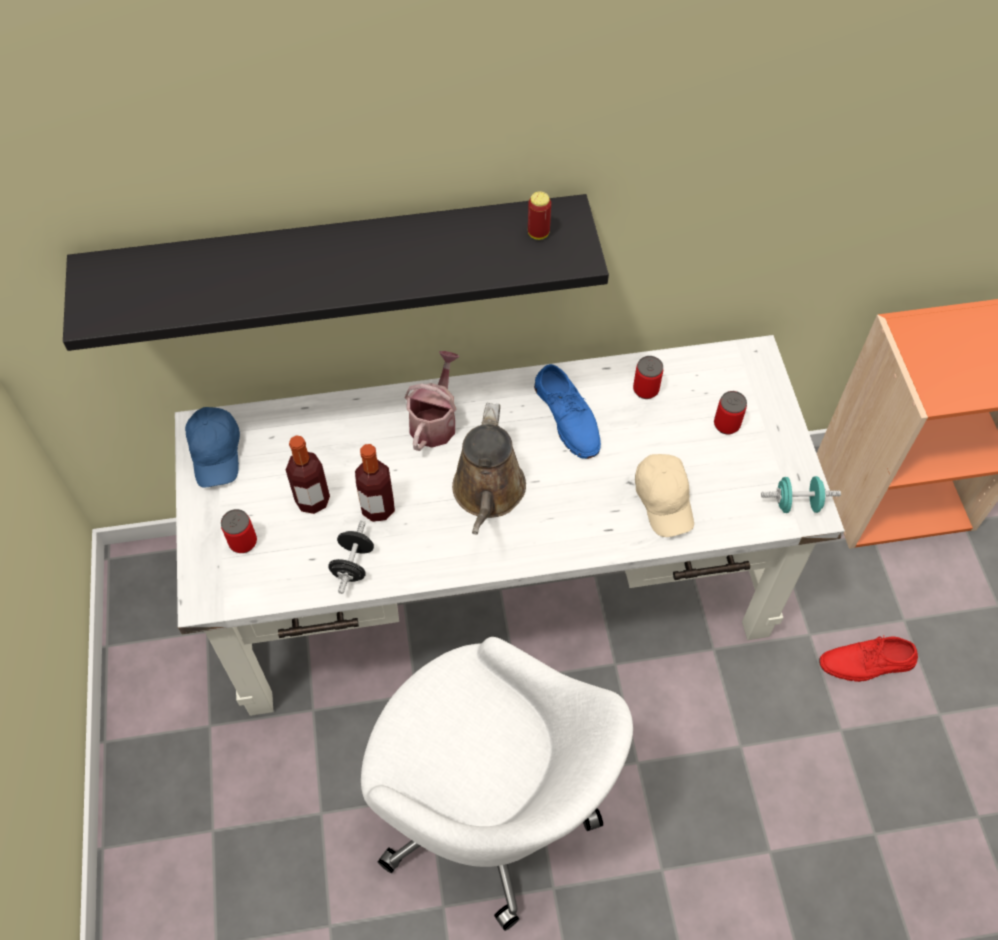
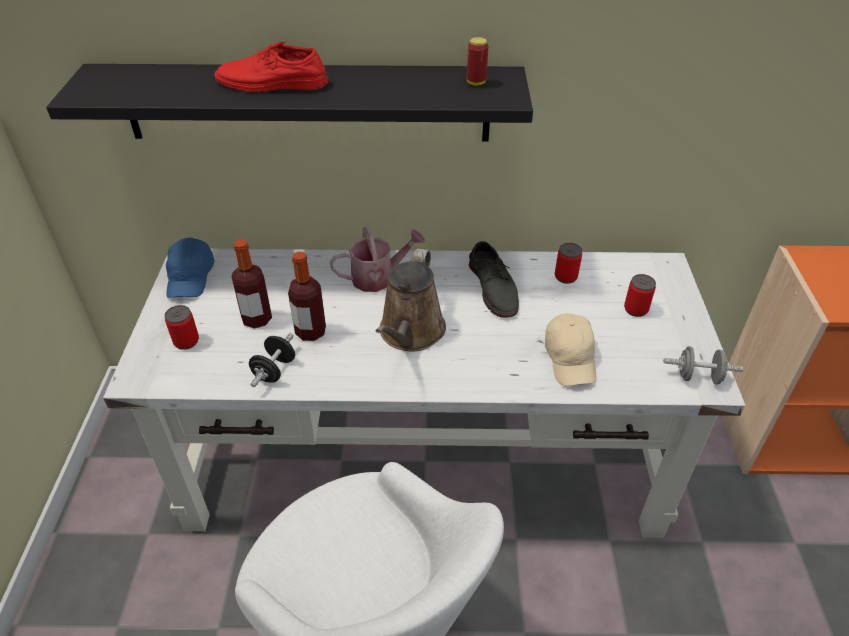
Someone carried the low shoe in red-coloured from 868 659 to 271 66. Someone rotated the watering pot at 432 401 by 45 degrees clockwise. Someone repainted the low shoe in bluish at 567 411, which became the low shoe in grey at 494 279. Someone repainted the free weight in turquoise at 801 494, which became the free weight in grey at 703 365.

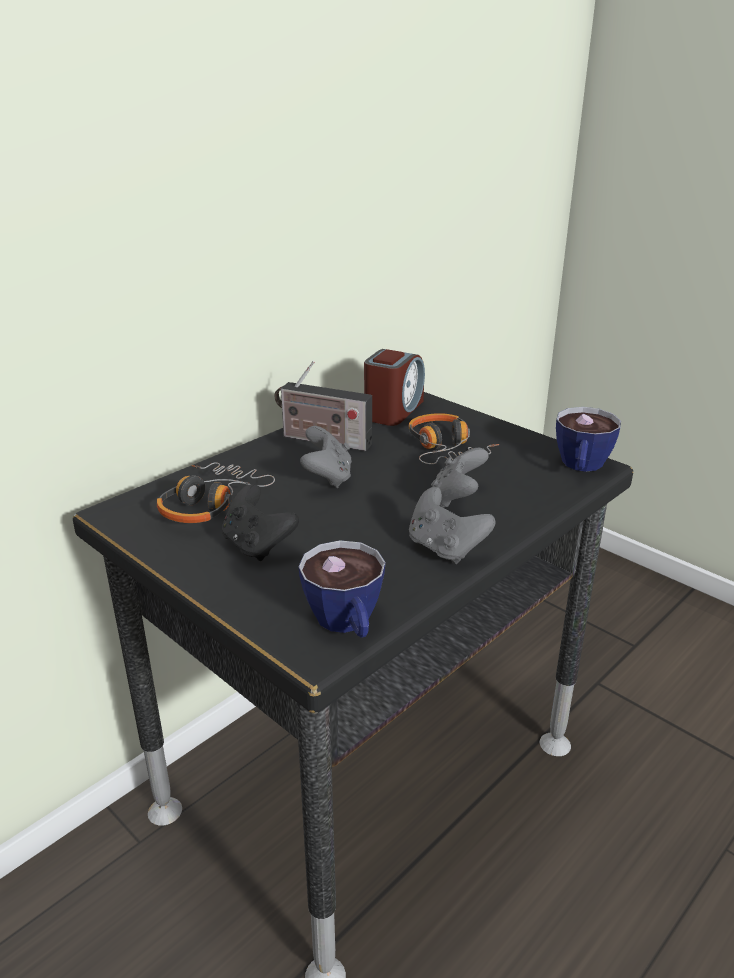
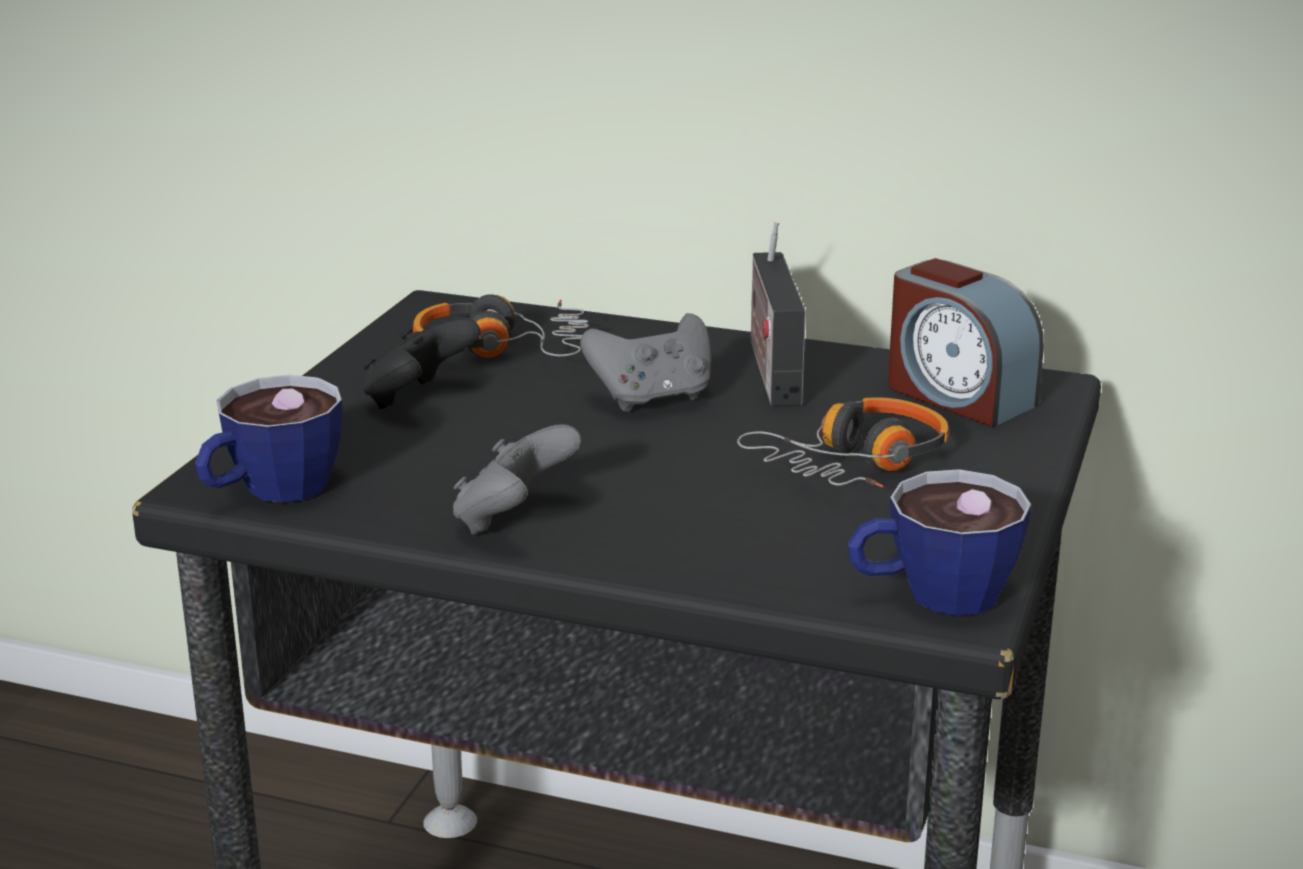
Someone rotated the table clock at 394 387 by 45 degrees clockwise. Someone took away the gamepad in grey at 460 478.

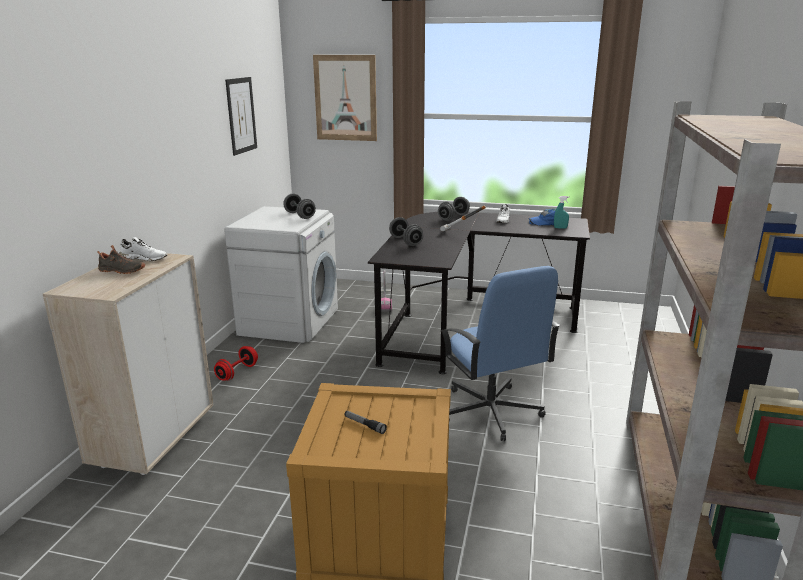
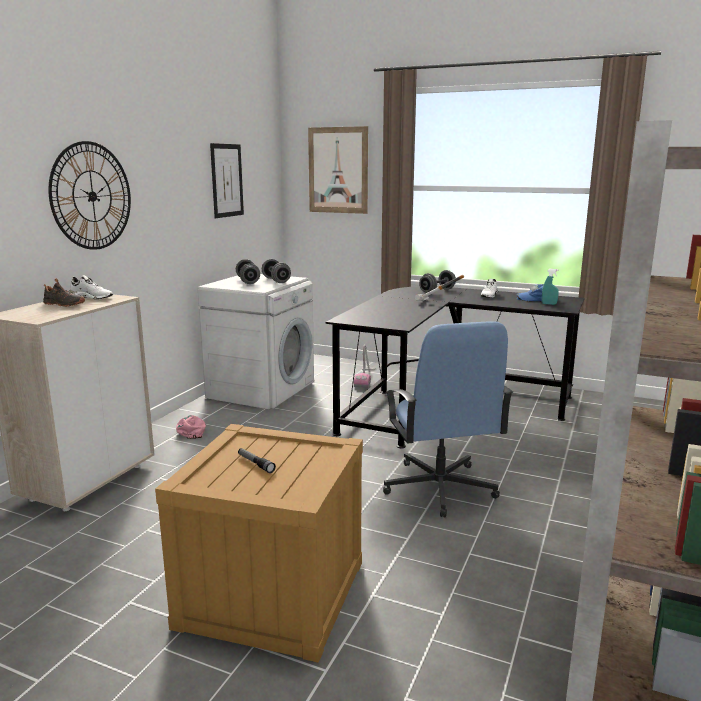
Someone put up the hanging clock at 90 195. Someone swapped the free weight in red-coloured at 236 363 for the cap in pink at 191 427. Someone carried the free weight in grey from 406 231 to 248 271.

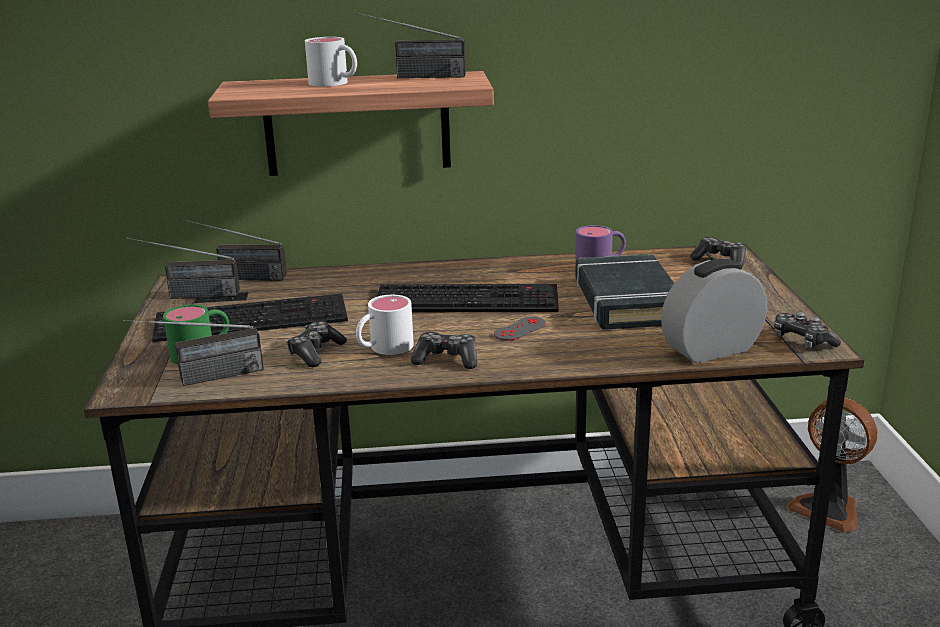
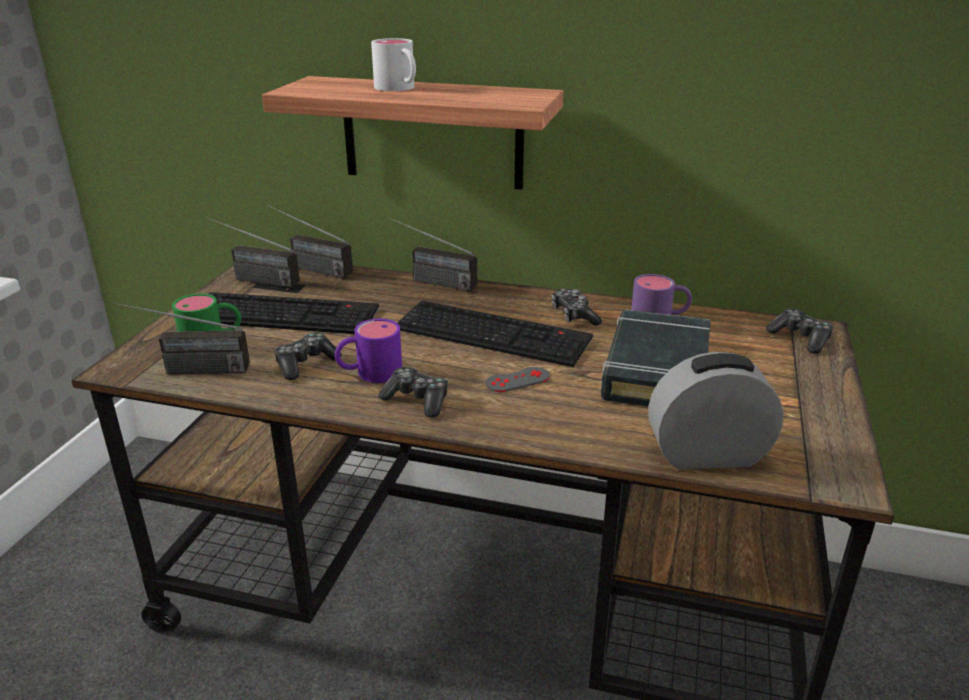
Someone repainted the tea mug in white-coloured at 385 325, which became the tea mug in purple-coloured at 368 351. Someone carried the radio receiver from 411 45 to 432 254. Someone carried the gamepad from 807 330 to 577 307. Someone took away the fan at 832 465.

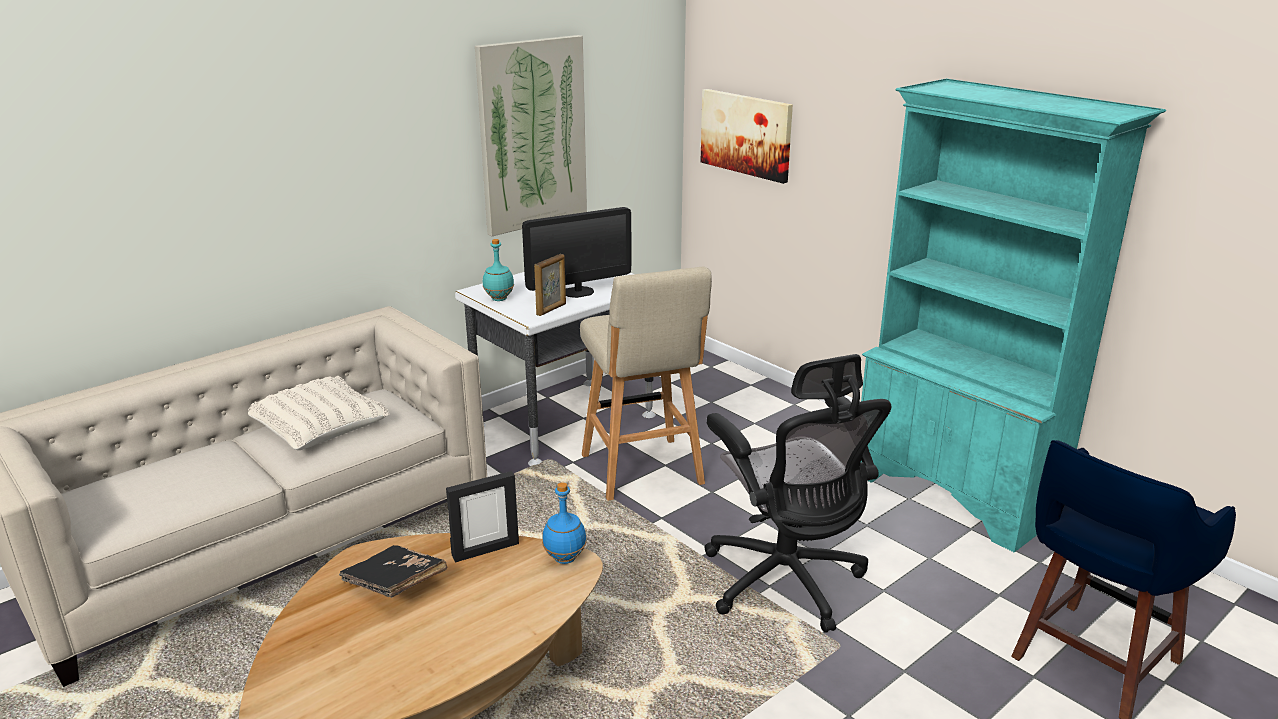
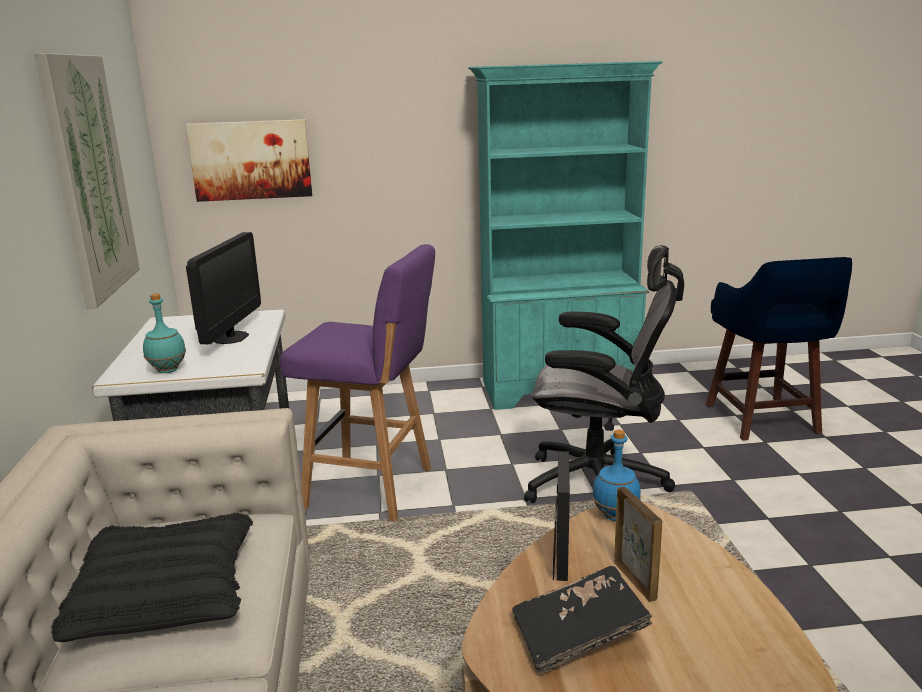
Someone repainted the cushion in beige at 319 413, which became the cushion in black-coloured at 152 577. Someone repainted the stool in beige at 646 384, which became the stool in purple-coloured at 357 383. Someone carried the picture frame from 550 285 to 638 544.

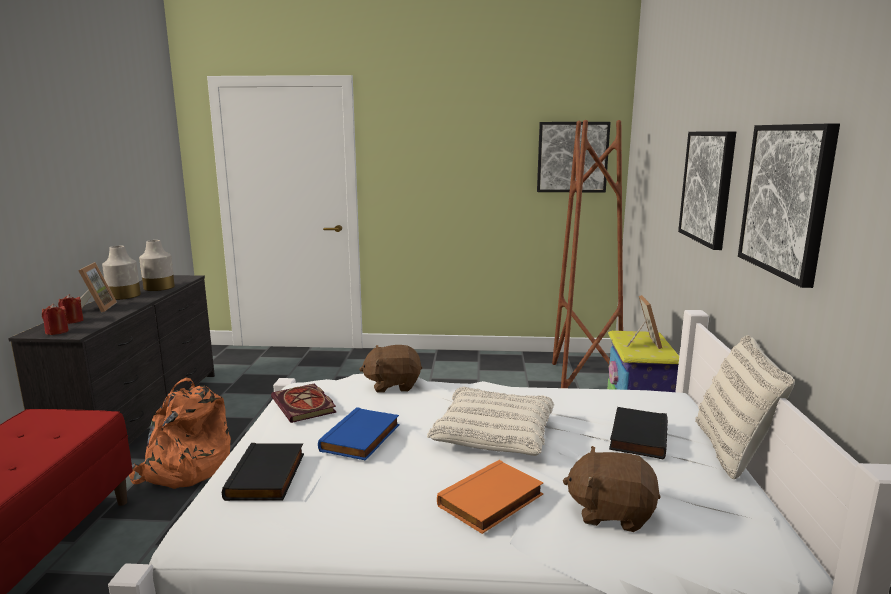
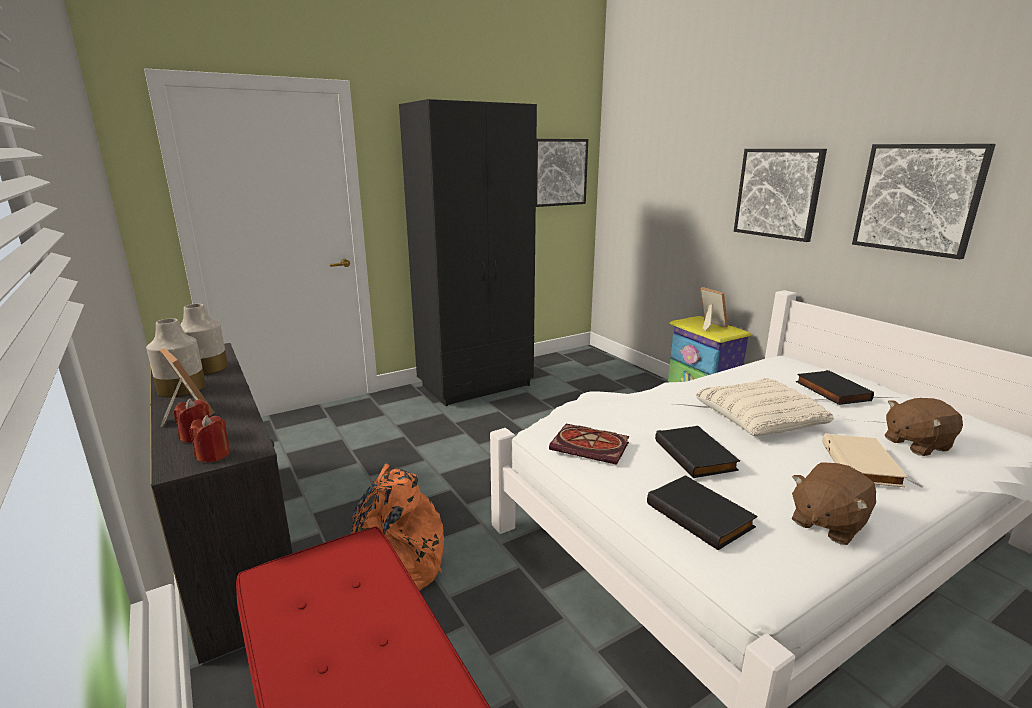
Someone put down the wardrobe in black-coloured at 468 252. Someone repainted the bound book in bluish at 358 434, which became the bound book in black-coloured at 697 452. Someone carried the cuddly toy in brownish from 390 368 to 834 503. Someone repainted the bound book in orange-coloured at 490 497, which became the bound book in beige at 864 460. Someone took away the garment rack in brownish at 587 254. Someone took away the cushion in beige at 745 407.

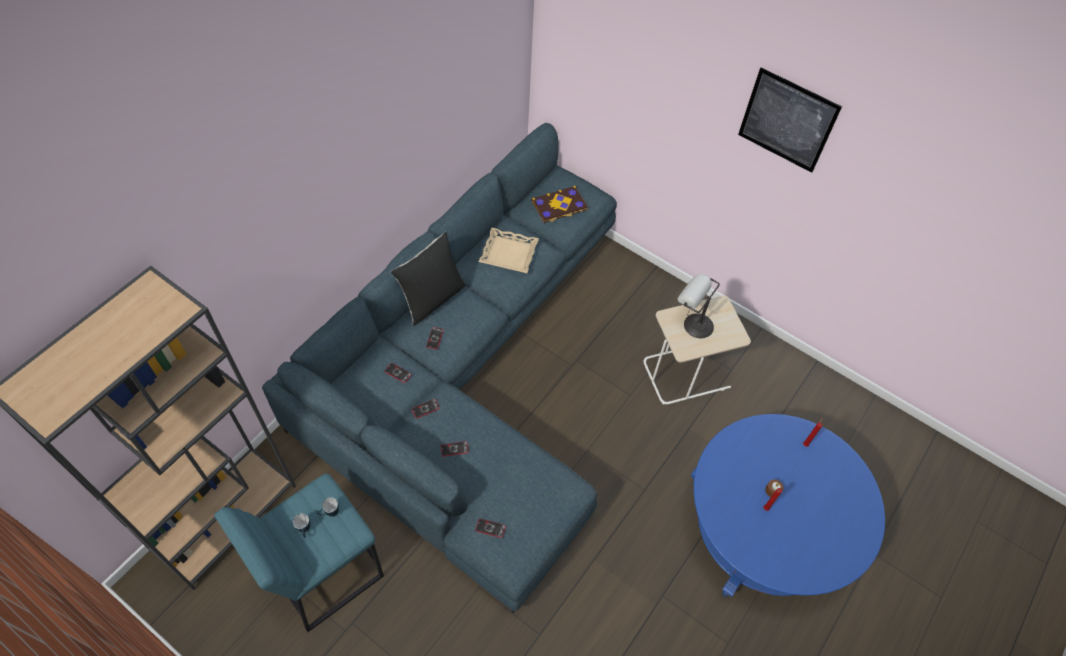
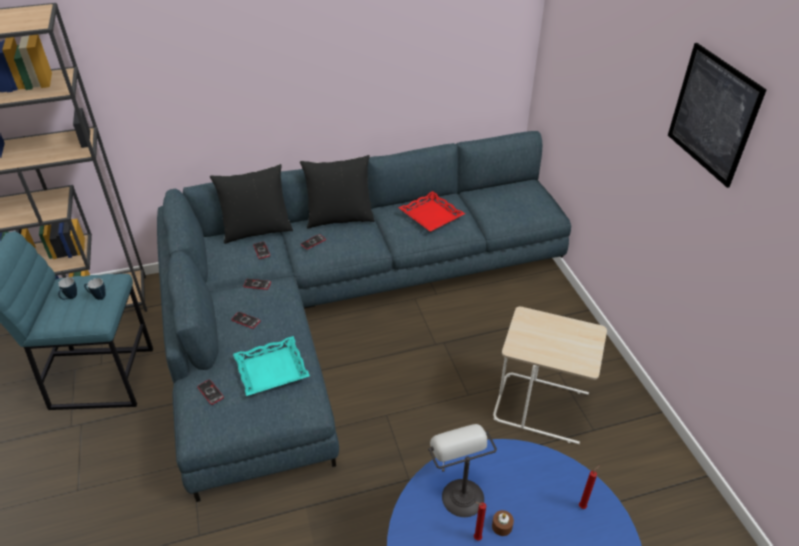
Someone put down the cushion in black-coloured at 251 204. Someone put down the tray in turquoise at 271 366. Someone repainted the tray in beige at 509 250, which became the tray in red-coloured at 431 211. Someone carried the lamp for a table from 699 306 to 462 470. Someone took away the bound book at 560 204.

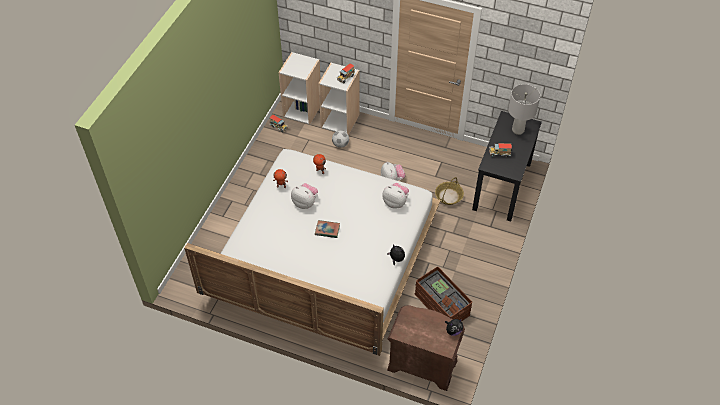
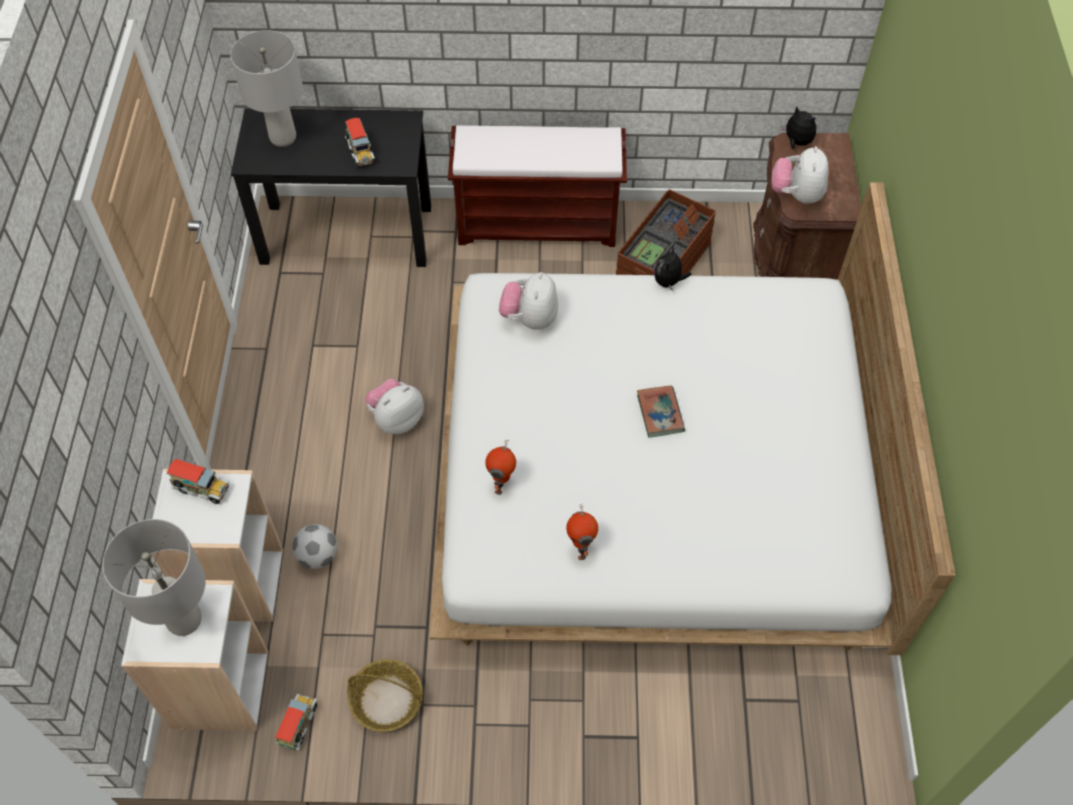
Someone put down the lamp for a table in grey at 154 577. Someone carried the household basket from 449 191 to 385 695. Someone put down the indoor bench in brownish at 537 186. Someone carried the cuddly toy from 304 196 to 800 175.

